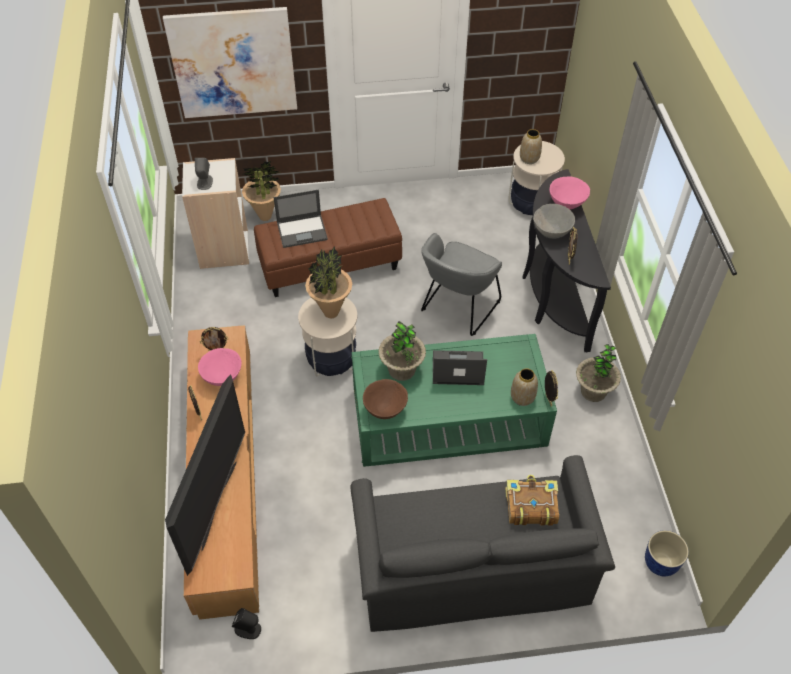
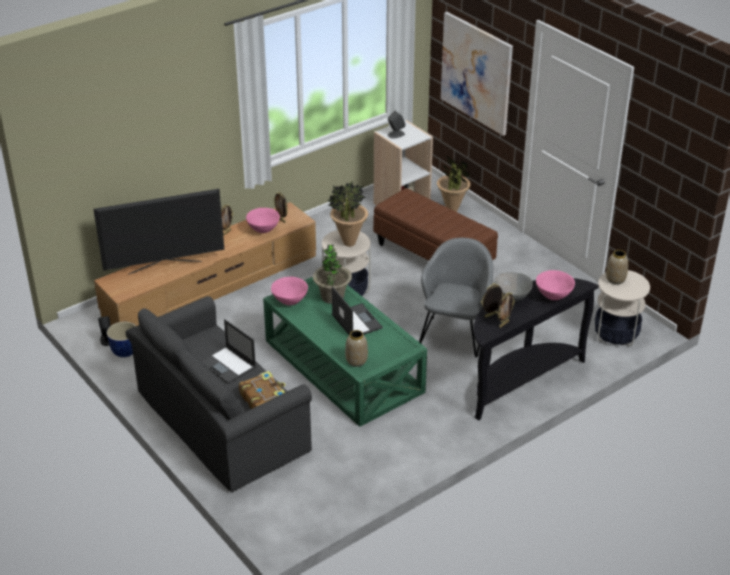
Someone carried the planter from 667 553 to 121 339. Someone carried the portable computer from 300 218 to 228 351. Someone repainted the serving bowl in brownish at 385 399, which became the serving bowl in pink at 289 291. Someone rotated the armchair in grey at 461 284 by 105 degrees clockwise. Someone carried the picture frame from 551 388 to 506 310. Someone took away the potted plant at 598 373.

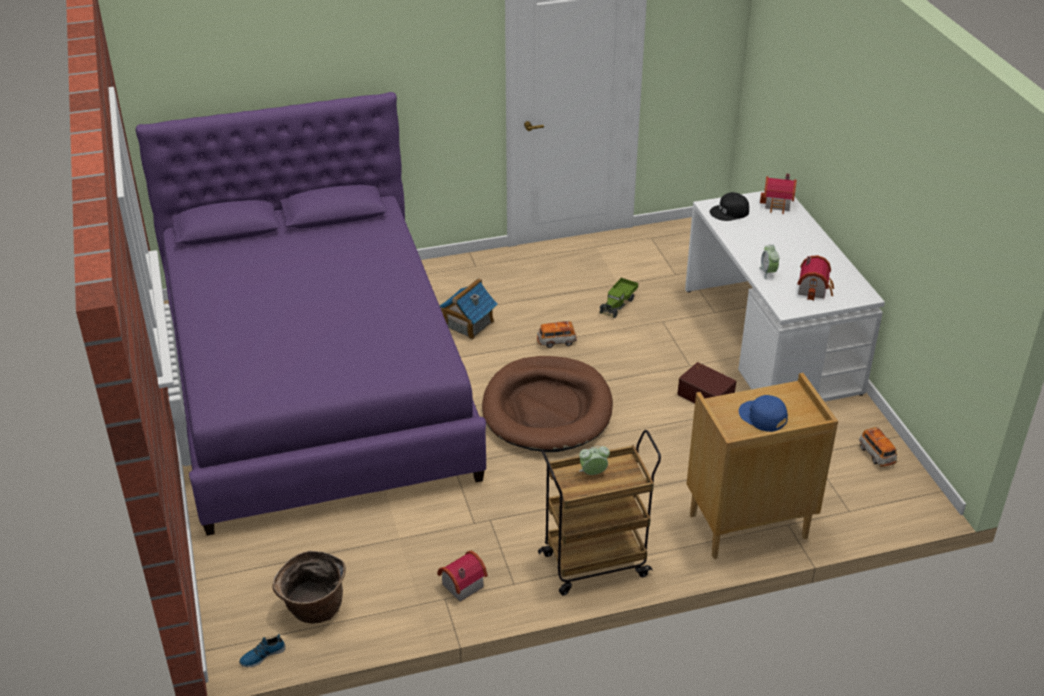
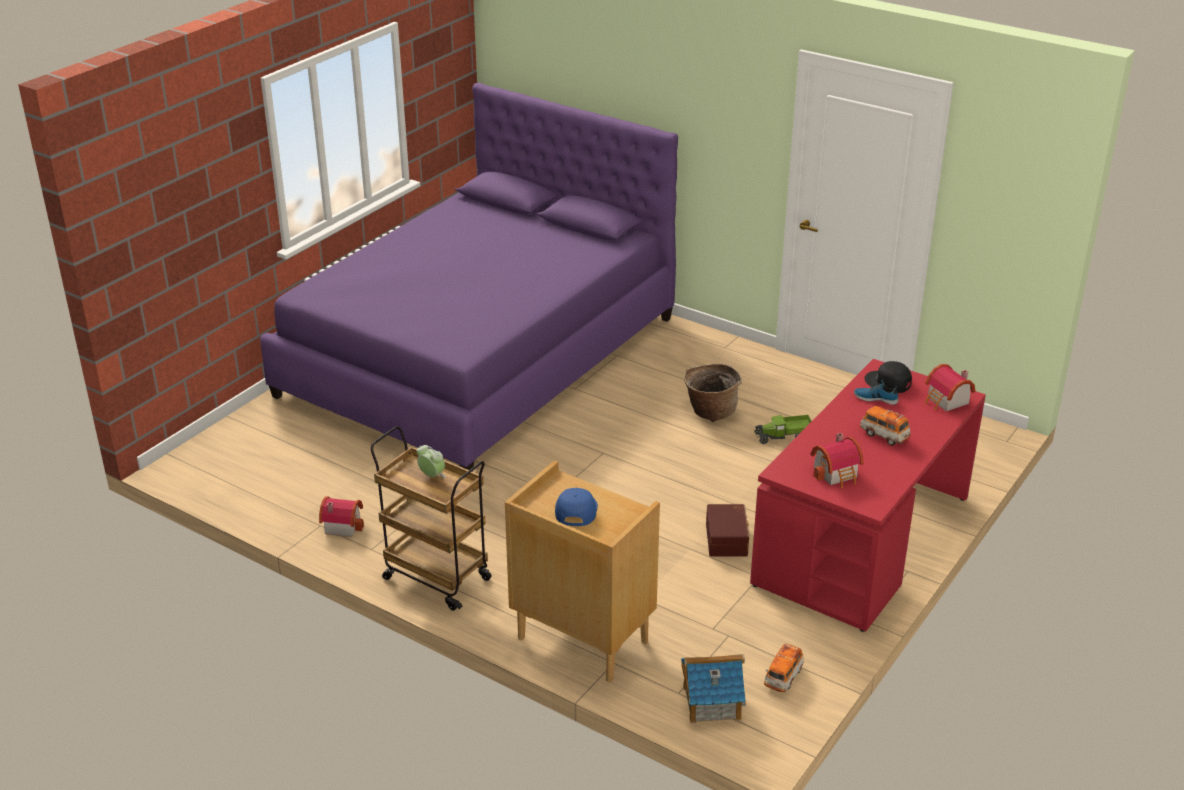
Someone carried the model house from 469 309 to 713 689. Someone carried the household basket from 309 587 to 713 393. Someone repainted the desk table in white-coloured at 785 296, which became the desk table in red-coloured at 868 495. Someone carried the low shoe from 262 650 to 876 392. Someone carried the model car from 557 334 to 885 426. Someone took away the dog bed in brownish at 547 404. Someone took away the table clock at 769 261.

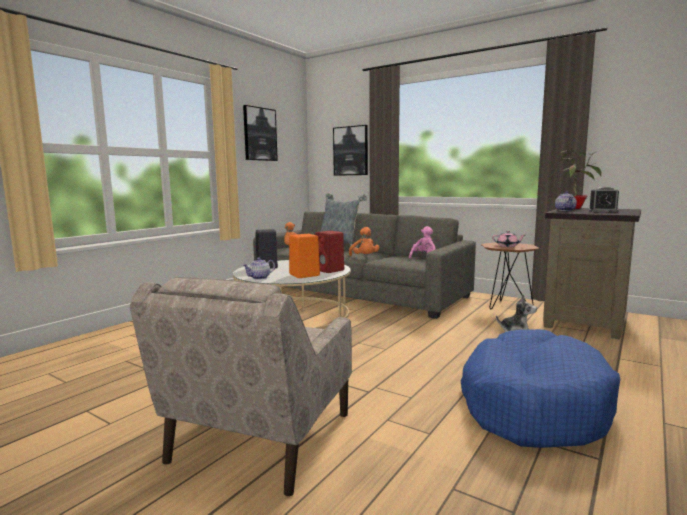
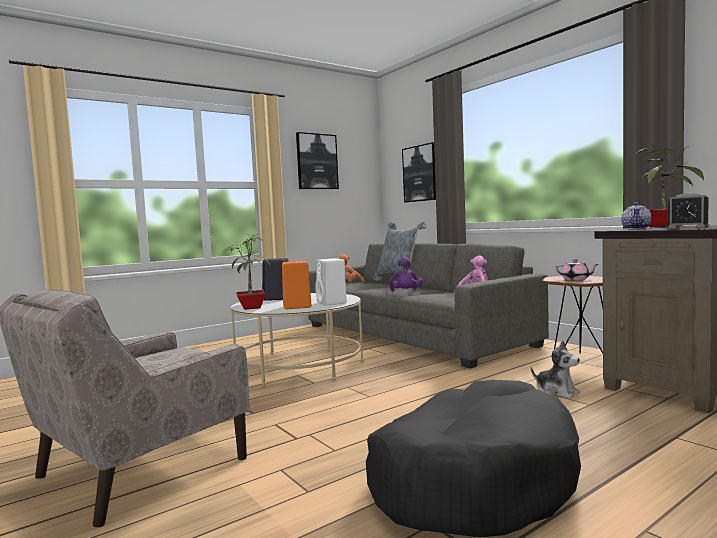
Someone swapped the tea pot at 259 268 for the potted plant at 247 272. Someone repainted the loudspeaker in red-coloured at 329 252, which became the loudspeaker in white-coloured at 331 282. Someone repainted the dog bed in bluish at 540 388, which became the dog bed in black-coloured at 473 458. Someone repainted the cuddly toy in orange-coloured at 364 241, which became the cuddly toy in purple-coloured at 406 274.

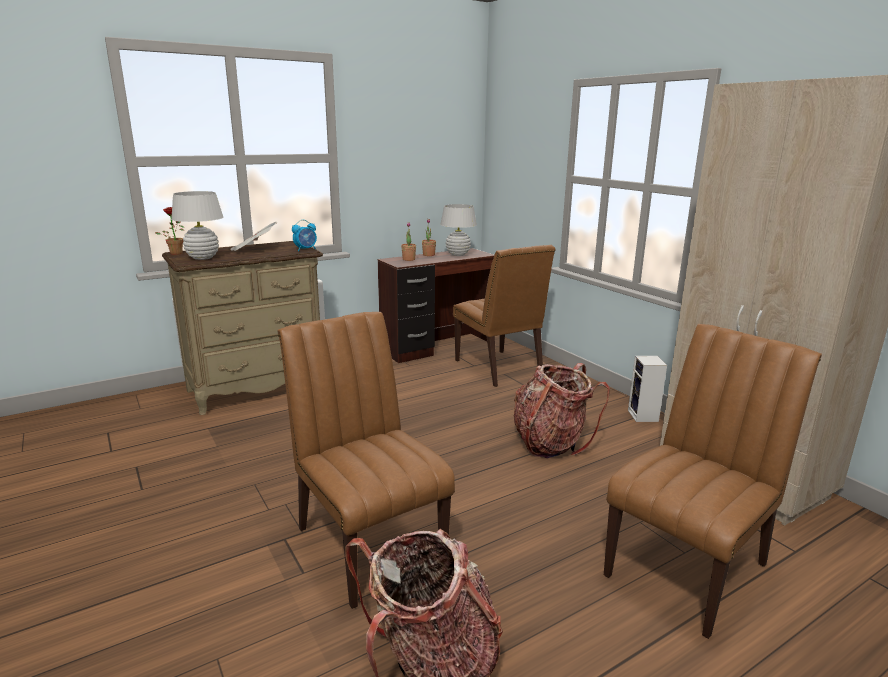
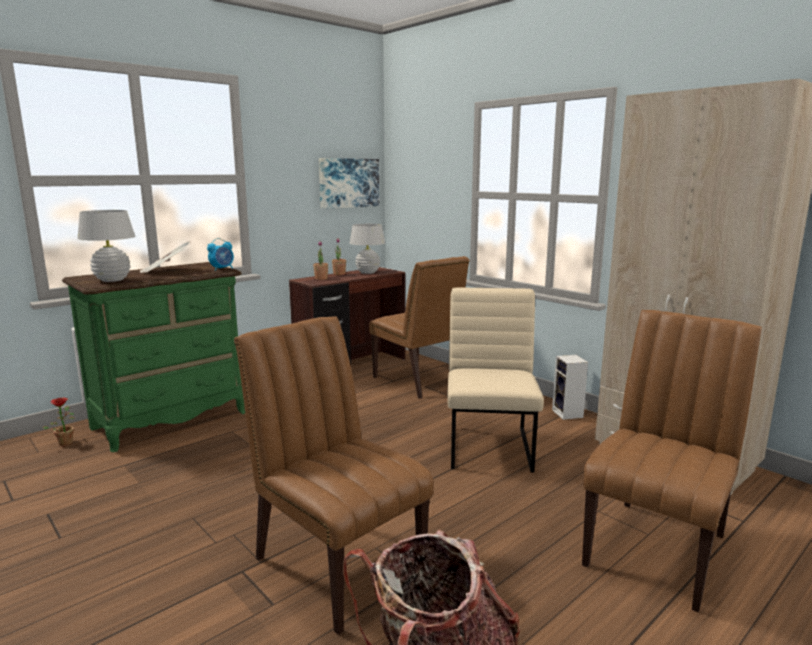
Someone carried the potted plant from 169 231 to 58 422. Someone repainted the chest of drawers in beige at 242 328, which became the chest of drawers in green at 153 357. Someone put up the wall picture at 349 183. Someone swapped the knapsack at 562 410 for the chair in beige at 495 380.

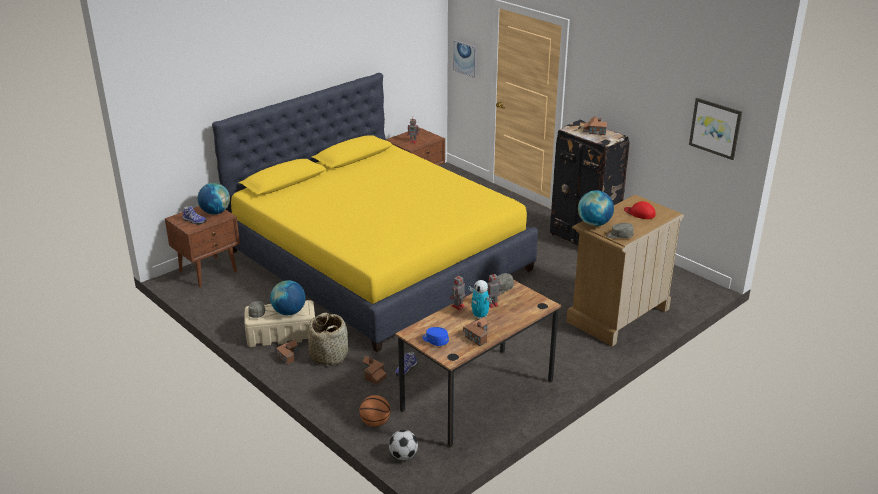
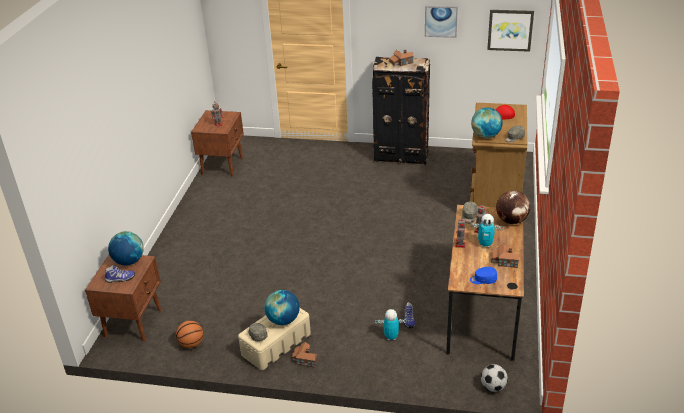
Someone carried the ball for basketball from 375 411 to 190 334. Someone swapped the model house at 374 370 for the toy robot at 391 324. Someone carried the wall picture from 465 59 to 441 22. Someone put down the desk globe at 513 207. Someone took away the bedroom bed in yellow-coloured at 375 212. Someone took away the household basket at 328 339.

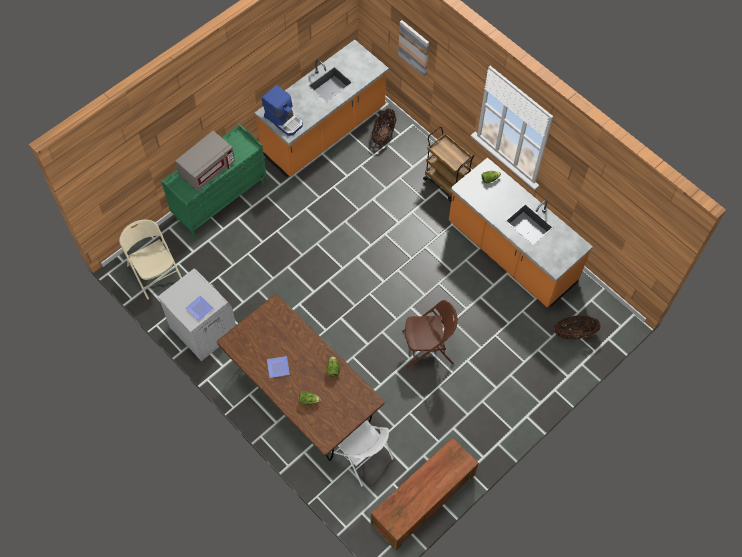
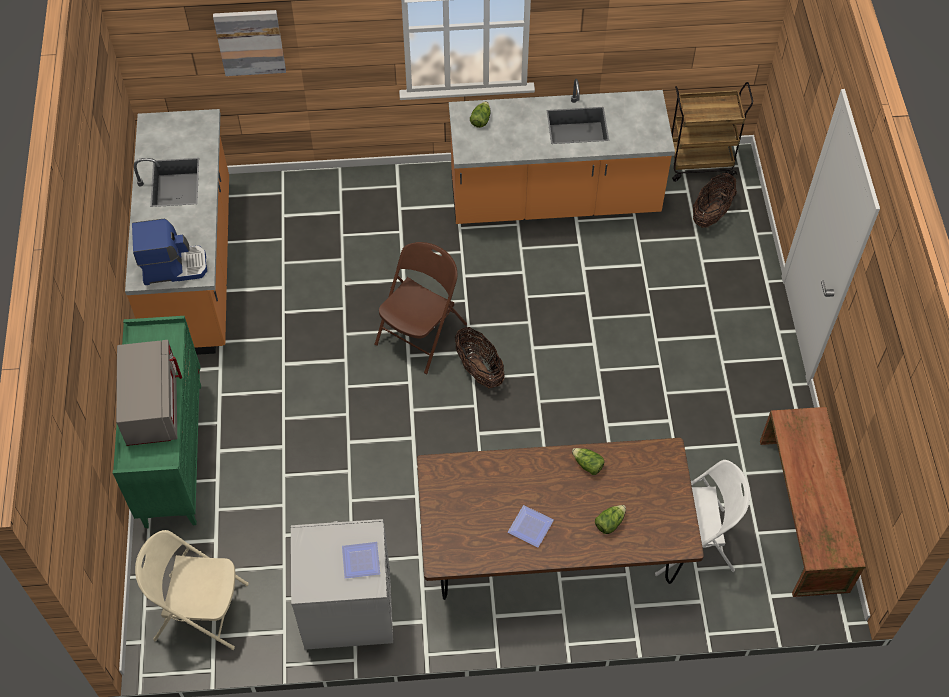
Someone carried the chair in brownish from 430 334 to 420 308. Someone carried the household basket from 384 126 to 480 357. Someone carried the wheeled cart in brownish from 449 165 to 712 132.

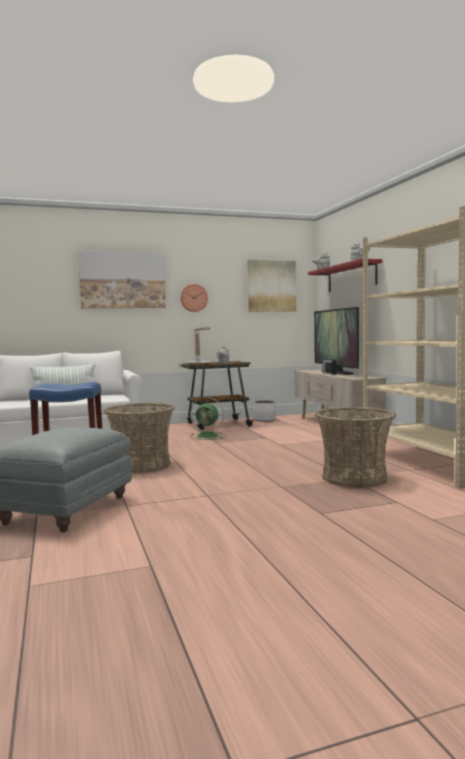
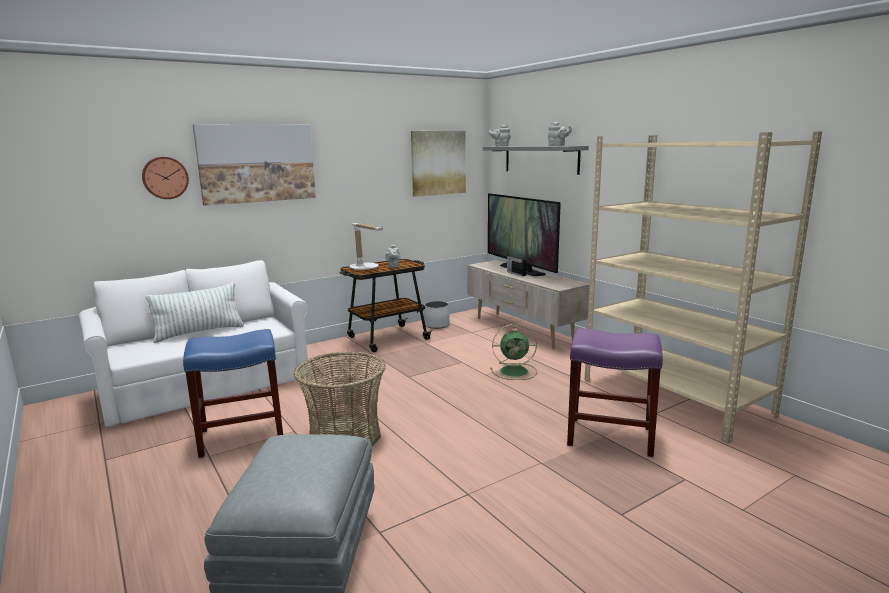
Someone carried the hanging clock from 194 298 to 165 178. Someone repainted the shelf in red-coloured at 345 275, which became the shelf in grey at 536 160. Someone carried the fan in green from 208 418 to 513 352. Someone swapped the household basket at 355 447 for the stool in purple-coloured at 615 392.

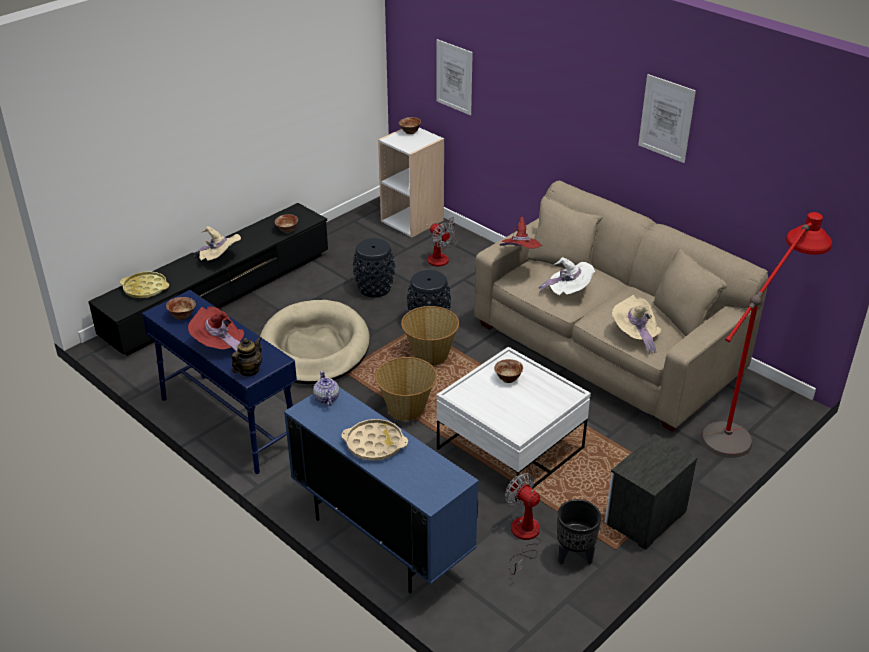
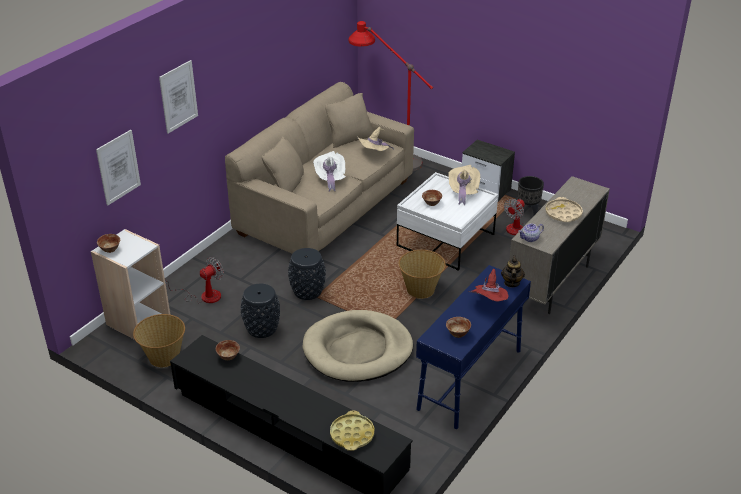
Someone carried the household basket from 430 336 to 159 340. Someone carried the wall picture from 667 118 to 178 97. Someone carried the hat in beige from 217 243 to 464 185. Someone rotated the tea pot at 247 356 by 75 degrees clockwise. Someone repainted the cupboard in bluish at 381 490, which became the cupboard in beige at 559 245. Someone took away the hat in red-coloured at 521 233.

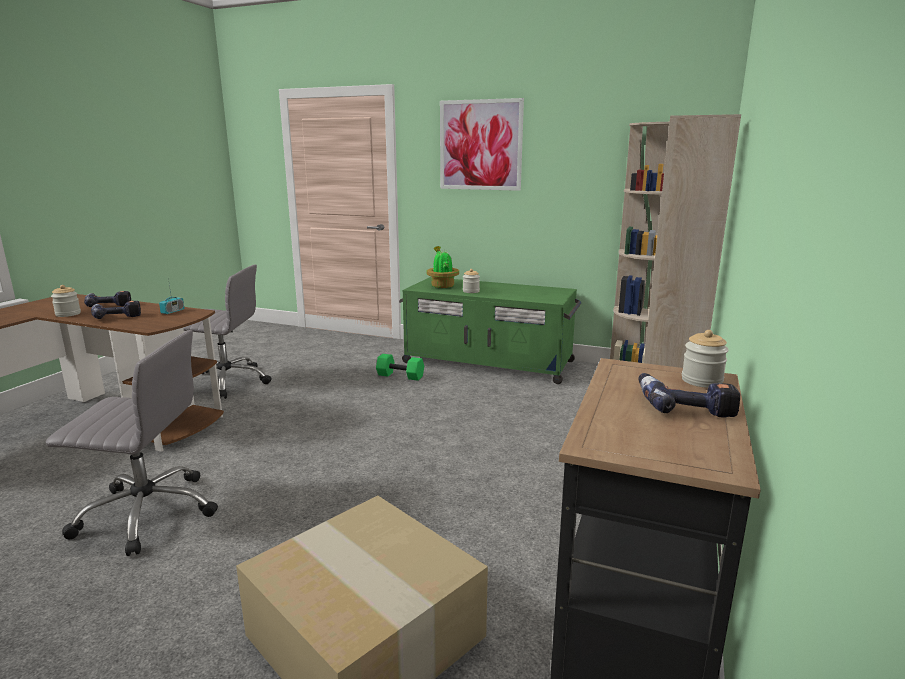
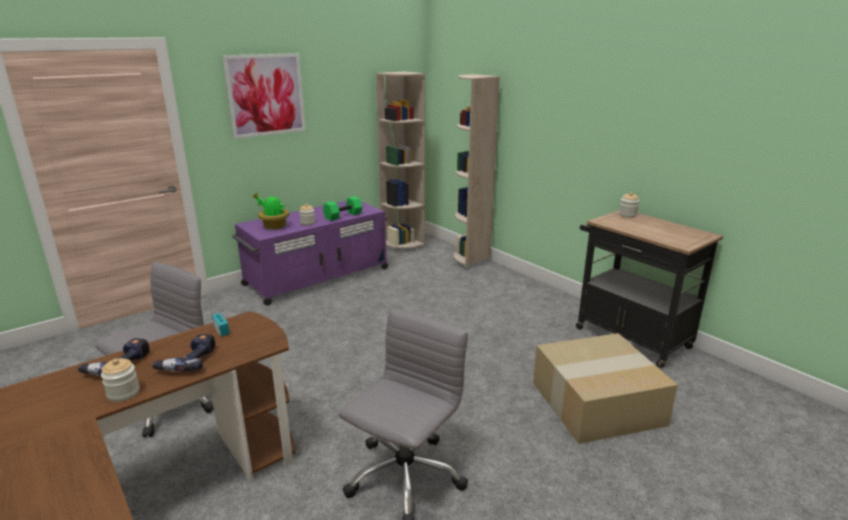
Someone repainted the cupboard in green at 490 330, which became the cupboard in purple-coloured at 310 253. Someone carried the free weight in green from 400 367 to 343 208. Someone took away the drill at 689 395.

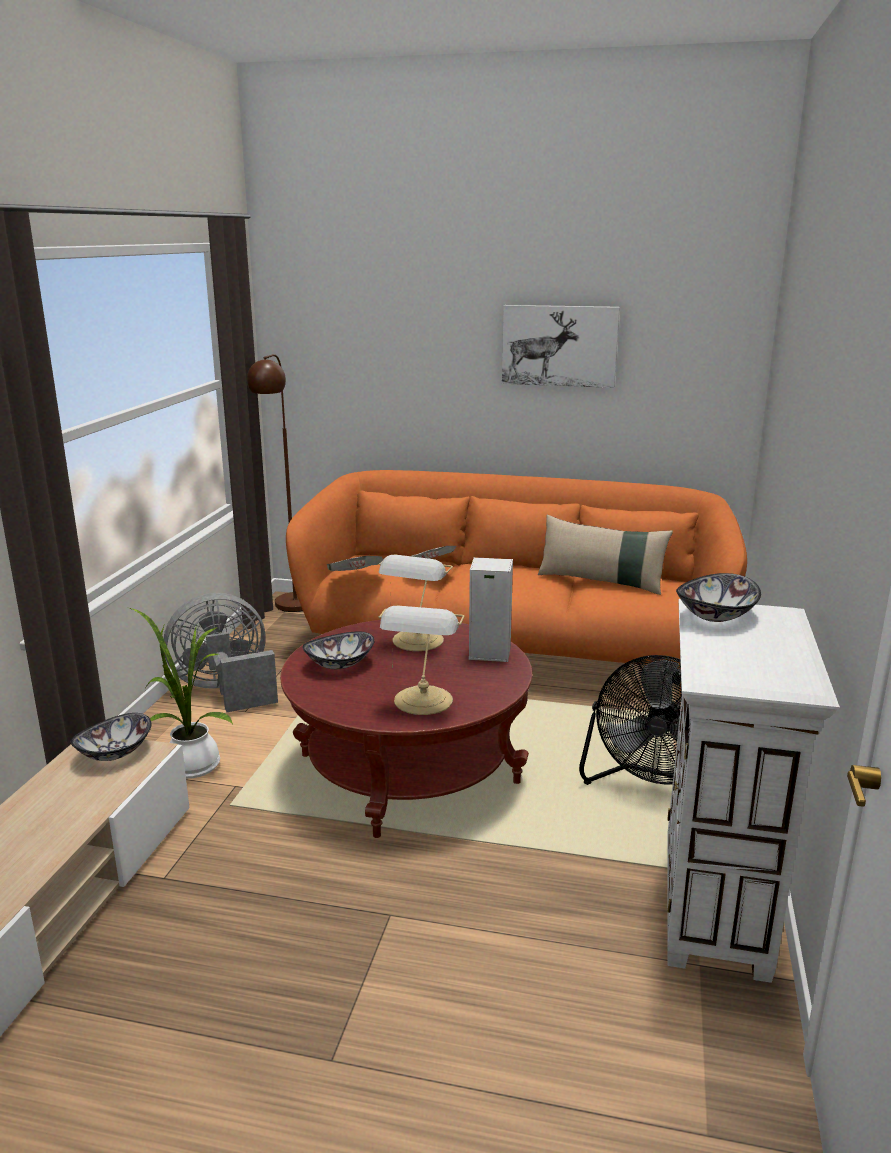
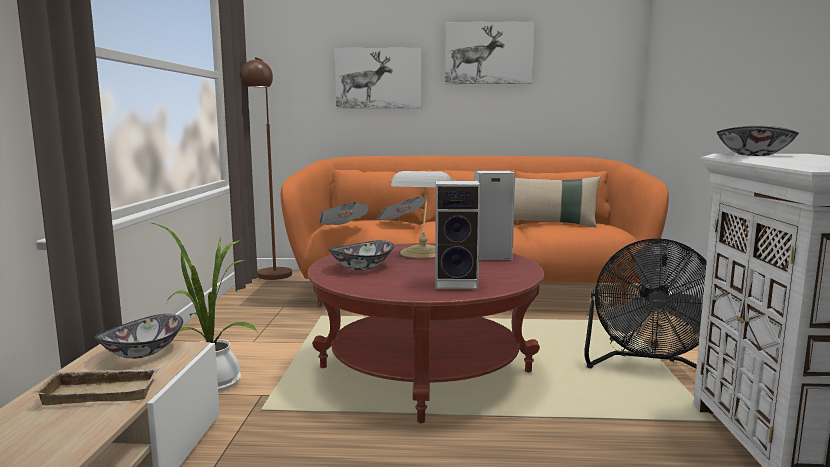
Someone put down the tray in beige at 96 386. Someone put up the wall picture at 378 77. Someone swapped the lamp for a table at 421 660 for the loudspeaker at 457 234. Someone took away the fan in grey at 220 652.

